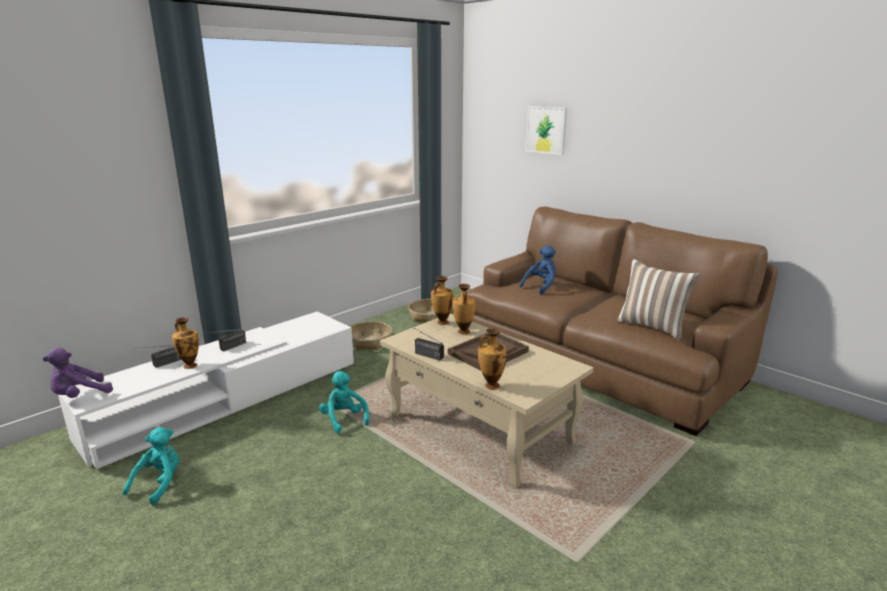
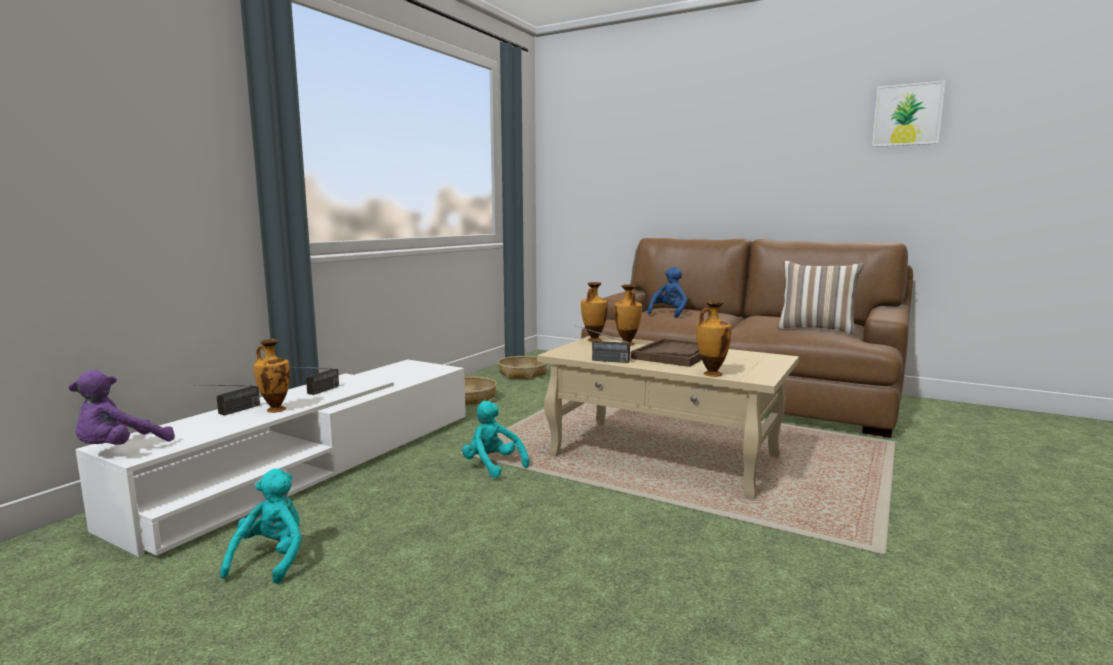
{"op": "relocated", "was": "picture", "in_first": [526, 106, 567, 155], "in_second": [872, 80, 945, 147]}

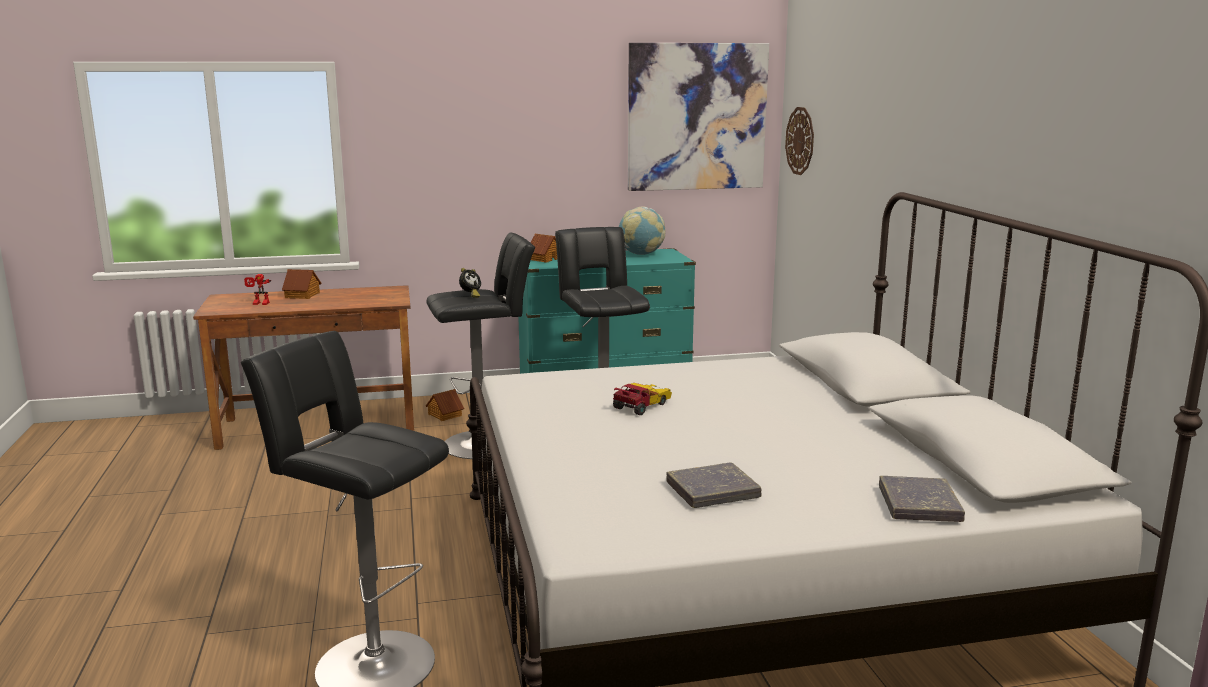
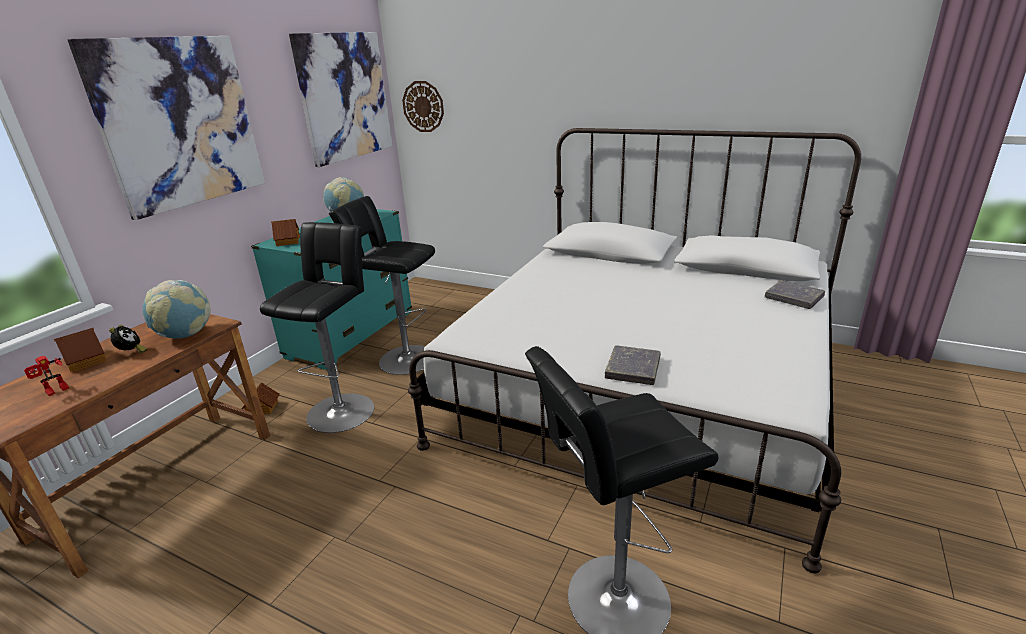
{"op": "relocated", "was": "bedside clock", "in_first": [459, 268, 481, 298], "in_second": [109, 325, 147, 354]}
{"op": "missing", "was": "model car", "in_first": [613, 383, 672, 415]}
{"op": "relocated", "was": "book (grey)", "in_first": [666, 463, 762, 508], "in_second": [605, 345, 661, 385]}
{"op": "appeared", "now": "picture", "in_second": [68, 36, 265, 220]}
{"op": "appeared", "now": "desk globe", "in_second": [143, 280, 211, 339]}

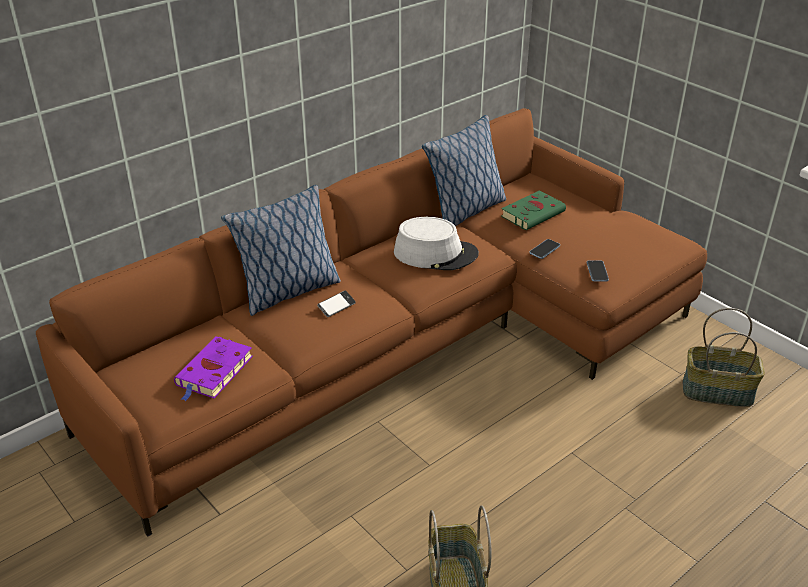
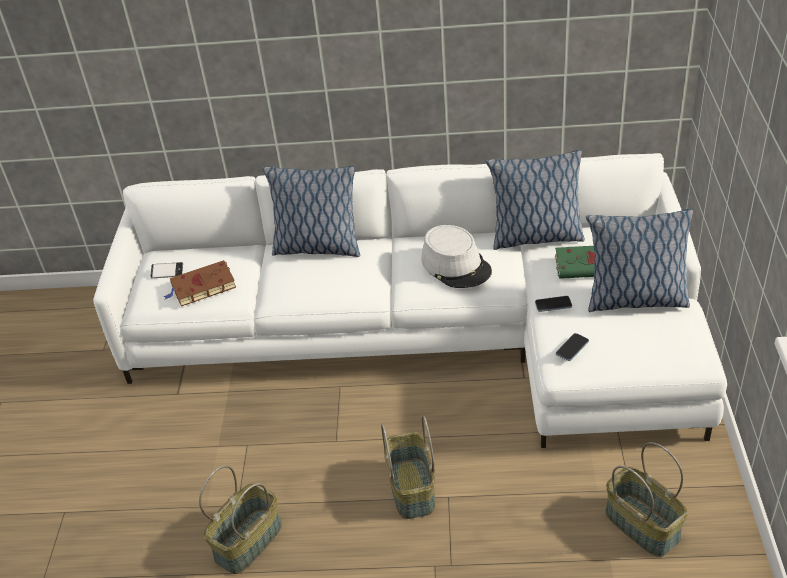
{"op": "colour", "was": "sofa (brown-coloured)", "now": "sofa (white)", "in_first": [36, 108, 707, 537], "in_second": [93, 153, 727, 448]}
{"op": "relocated", "was": "handset", "in_first": [317, 291, 356, 317], "in_second": [150, 262, 183, 278]}
{"op": "colour", "was": "book (purple-coloured)", "now": "book (brown-coloured)", "in_first": [174, 336, 253, 402], "in_second": [163, 260, 236, 306]}
{"op": "appeared", "now": "pillow", "in_second": [586, 209, 693, 312]}
{"op": "appeared", "now": "household basket", "in_second": [381, 416, 435, 519]}

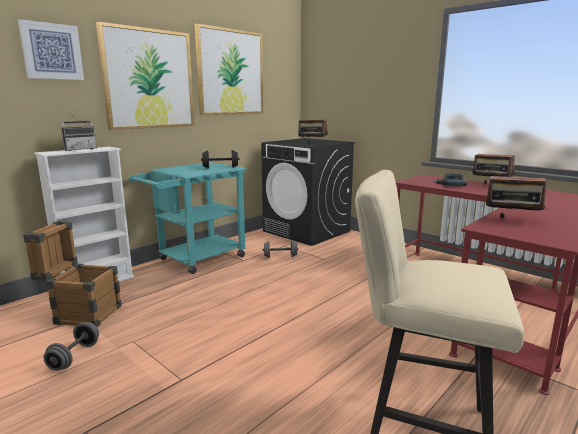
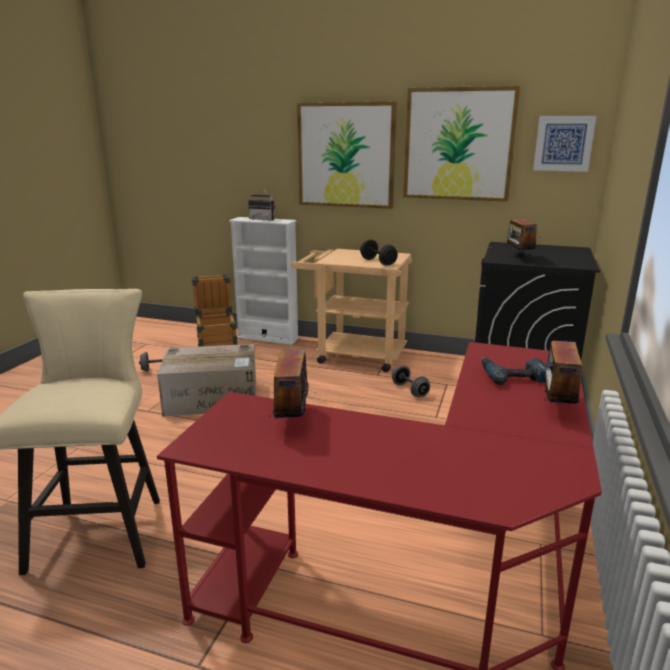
{"op": "relocated", "was": "picture", "in_first": [18, 19, 84, 80], "in_second": [533, 116, 597, 172]}
{"op": "colour", "was": "wheeled cart (blue-green)", "now": "wheeled cart (beige)", "in_first": [129, 162, 246, 274], "in_second": [291, 249, 412, 372]}
{"op": "appeared", "now": "packing box", "in_second": [157, 344, 256, 417]}

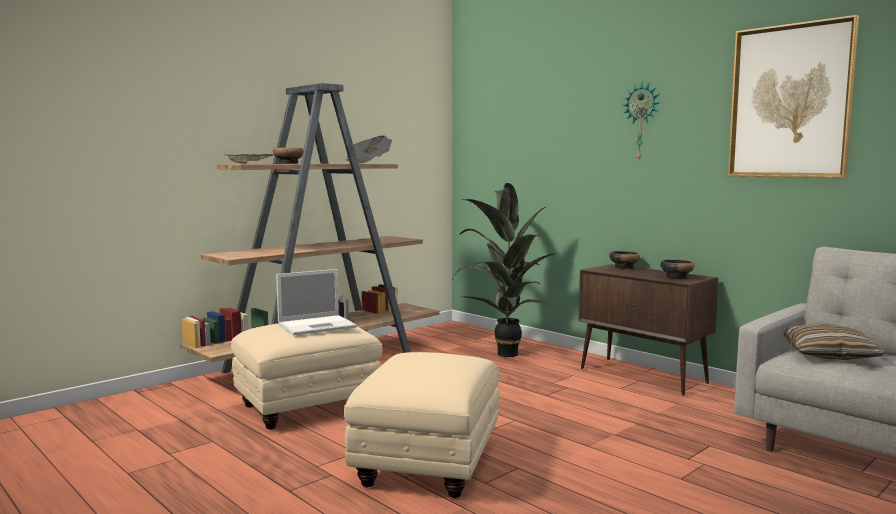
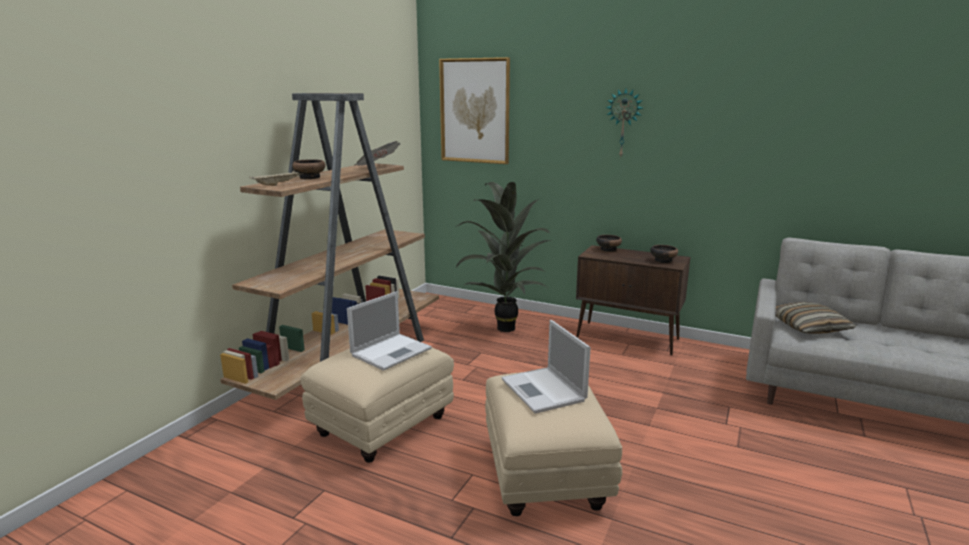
{"op": "relocated", "was": "picture", "in_first": [728, 15, 859, 178], "in_second": [439, 57, 510, 164]}
{"op": "appeared", "now": "portable computer", "in_second": [501, 320, 591, 414]}

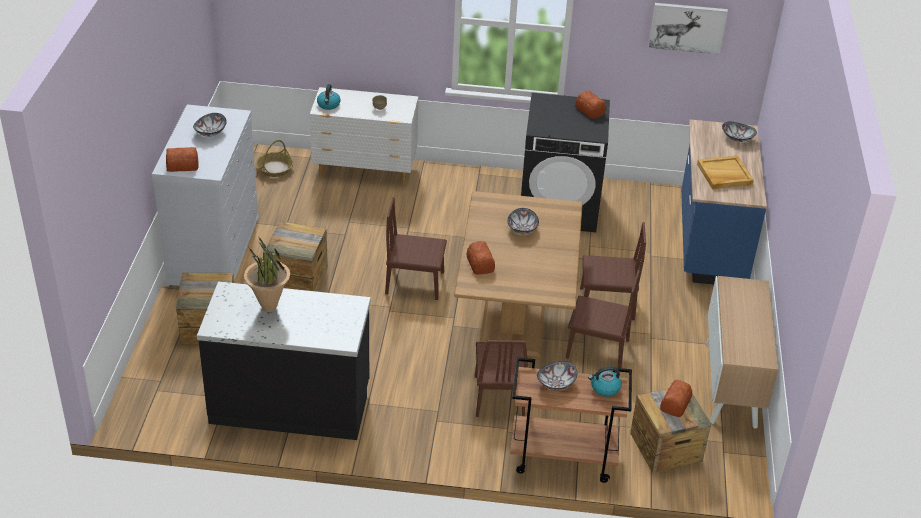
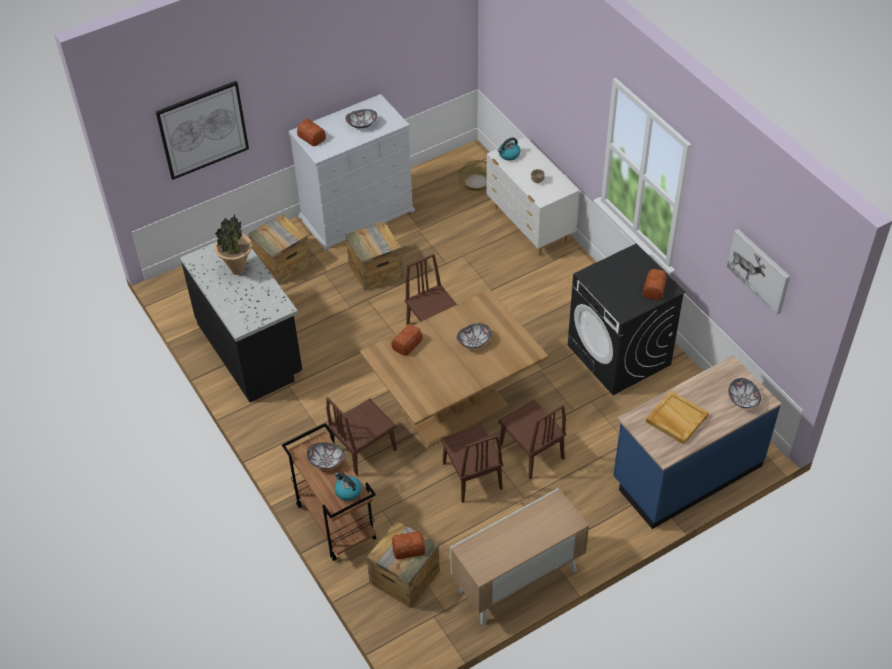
{"op": "appeared", "now": "picture", "in_second": [155, 81, 249, 180]}

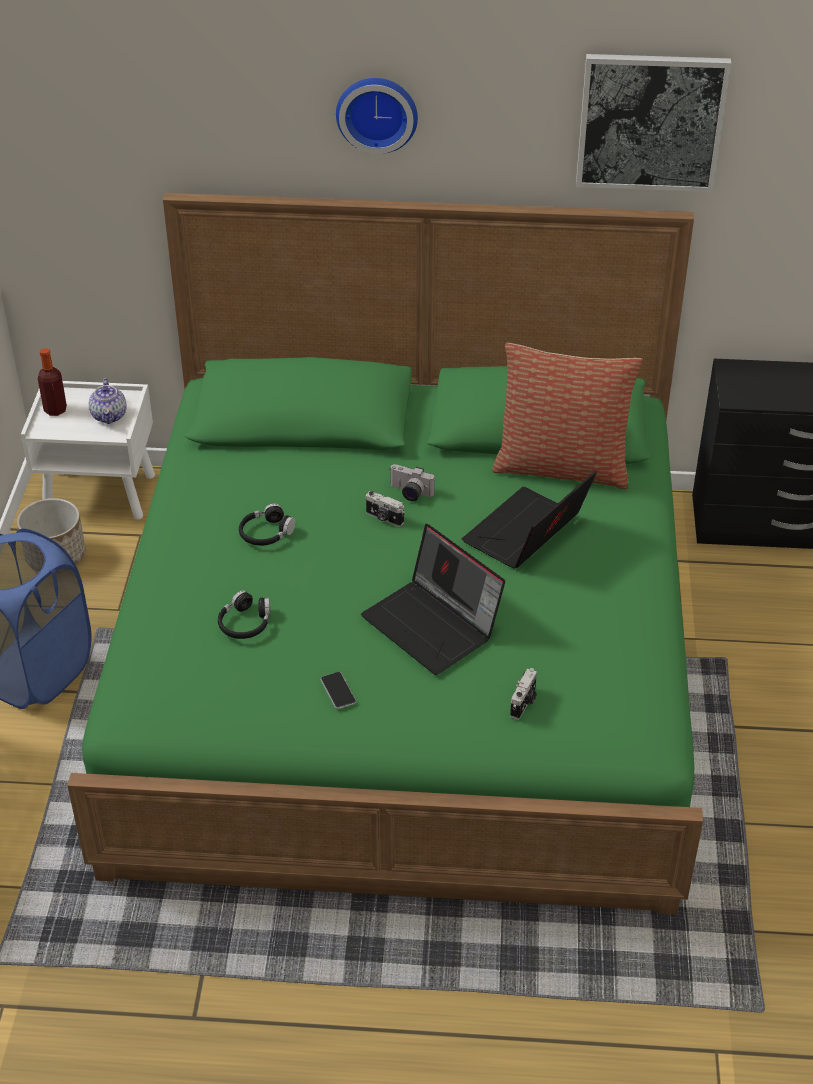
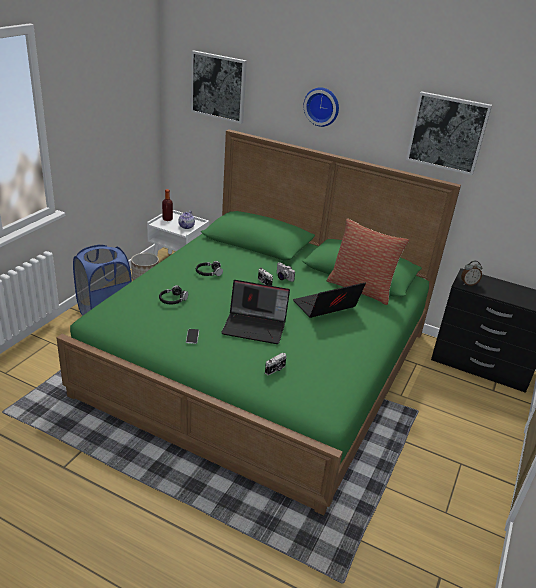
{"op": "spun", "was": "portable computer", "in_first": [361, 524, 505, 675], "in_second": [221, 280, 290, 344], "clockwise": -60}
{"op": "appeared", "now": "picture", "in_second": [191, 50, 247, 124]}
{"op": "appeared", "now": "bedside clock", "in_second": [461, 260, 482, 286]}

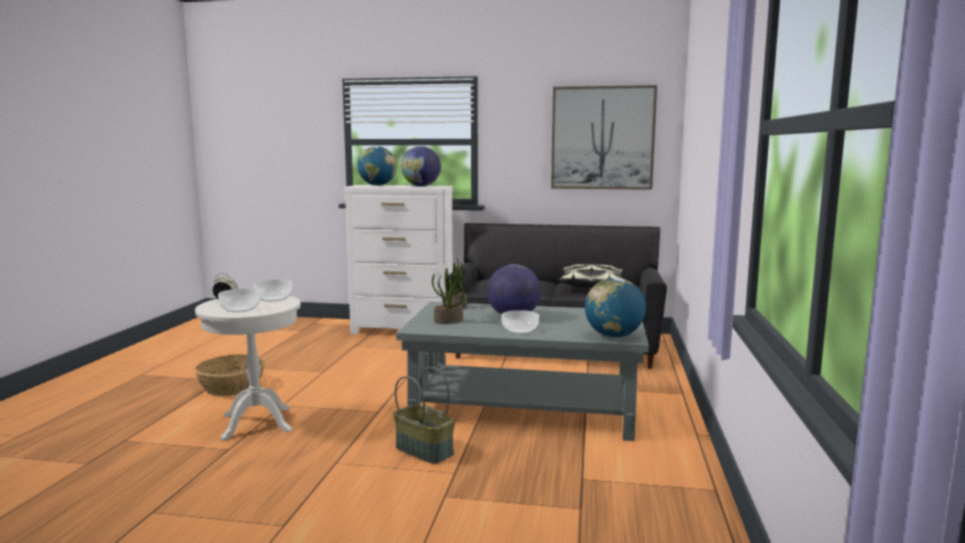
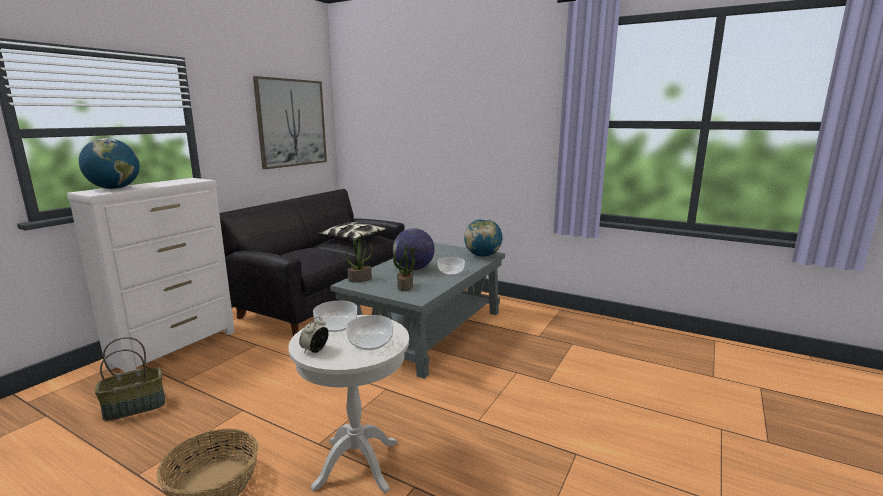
{"op": "missing", "was": "desk globe", "in_first": [401, 146, 441, 186]}
{"op": "relocated", "was": "household basket", "in_first": [393, 367, 455, 464], "in_second": [95, 337, 165, 421]}

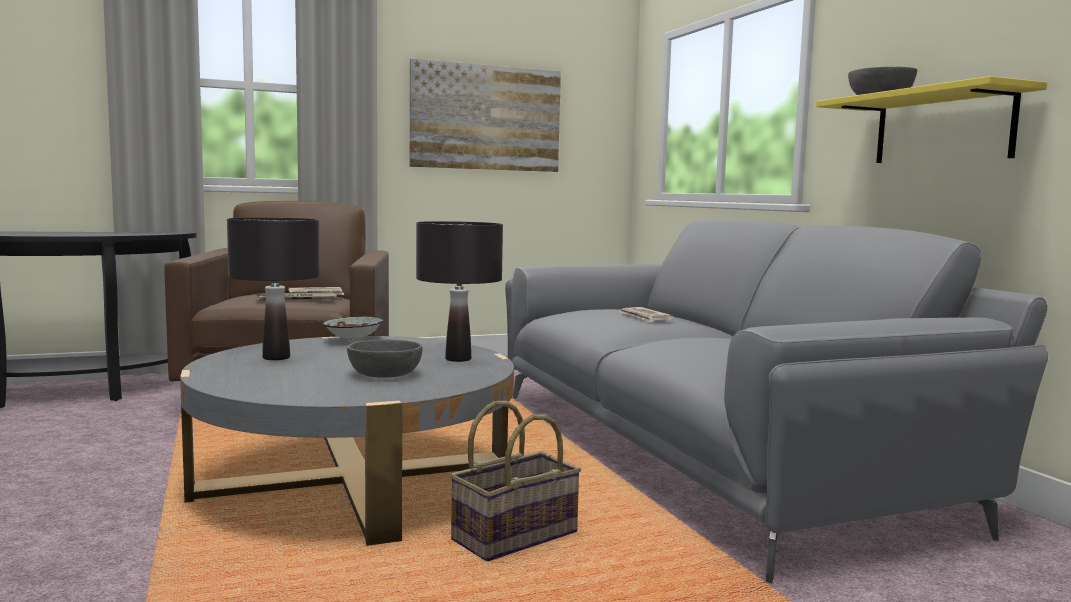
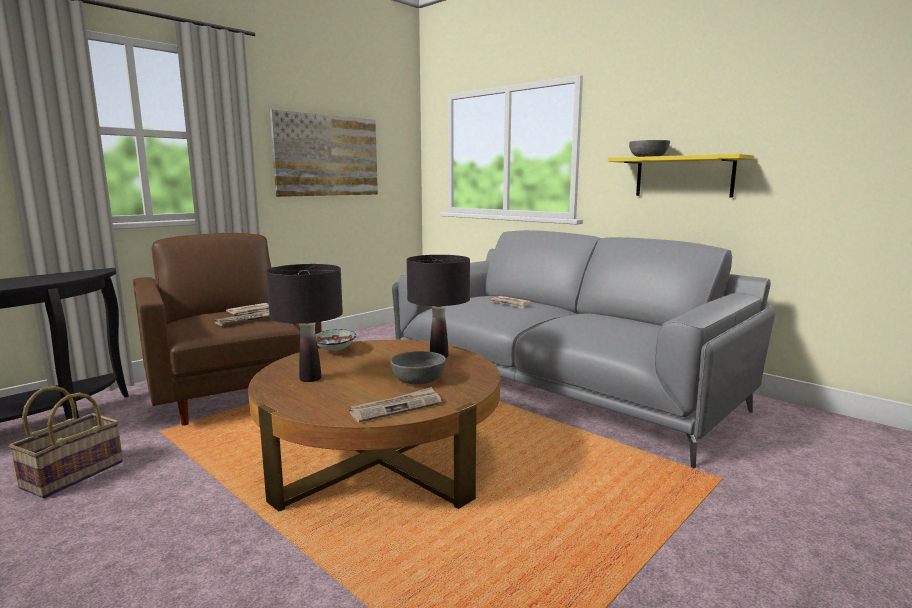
{"op": "colour", "was": "coffee table (grey)", "now": "coffee table (brown-coloured)", "in_first": [180, 336, 514, 546], "in_second": [248, 340, 500, 511]}
{"op": "relocated", "was": "household basket", "in_first": [450, 401, 581, 561], "in_second": [9, 386, 123, 498]}
{"op": "appeared", "now": "printed paper", "in_second": [349, 387, 442, 422]}

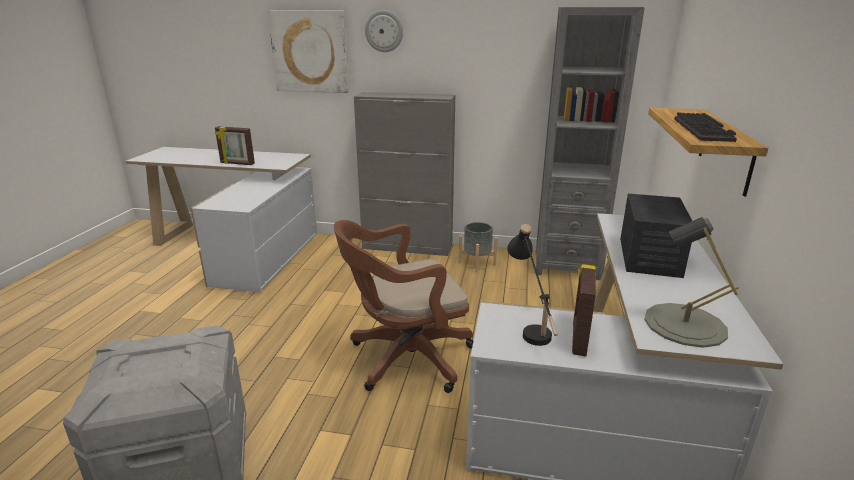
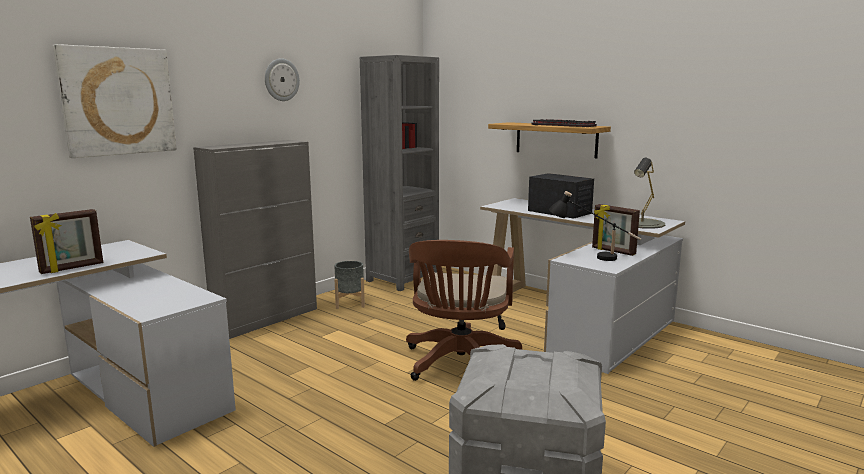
{"op": "relocated", "was": "hanging clock", "in_first": [365, 10, 403, 52], "in_second": [265, 58, 300, 101]}

